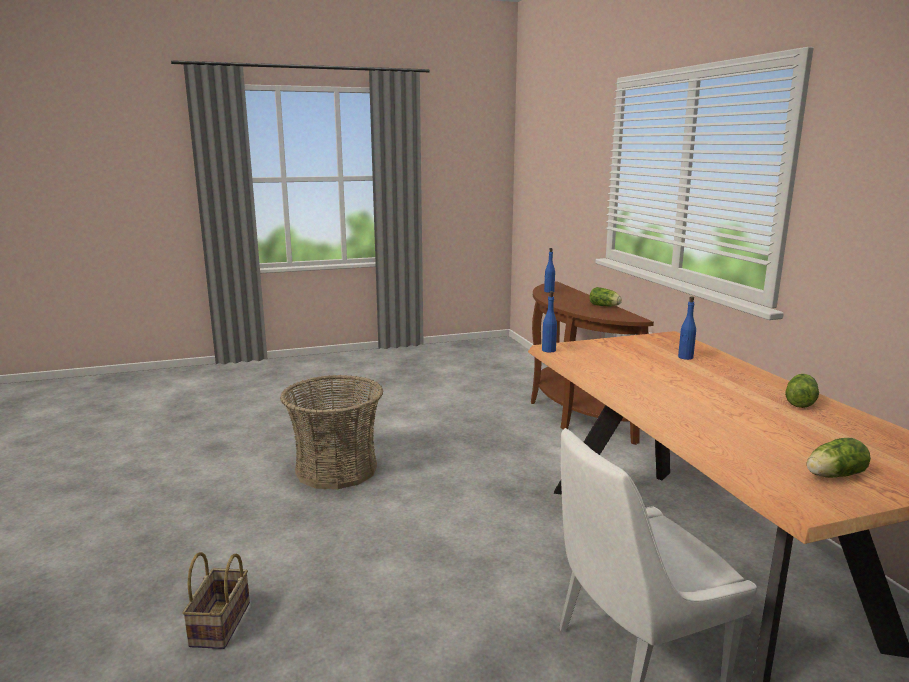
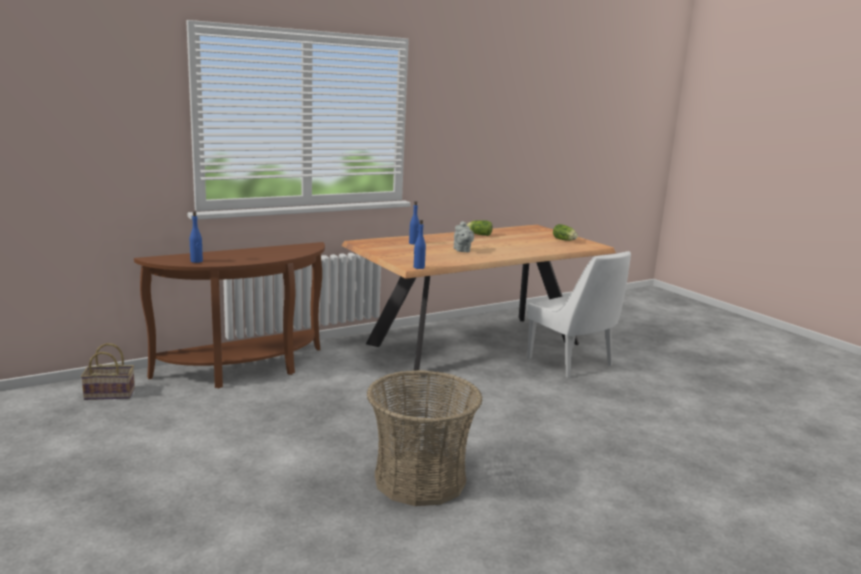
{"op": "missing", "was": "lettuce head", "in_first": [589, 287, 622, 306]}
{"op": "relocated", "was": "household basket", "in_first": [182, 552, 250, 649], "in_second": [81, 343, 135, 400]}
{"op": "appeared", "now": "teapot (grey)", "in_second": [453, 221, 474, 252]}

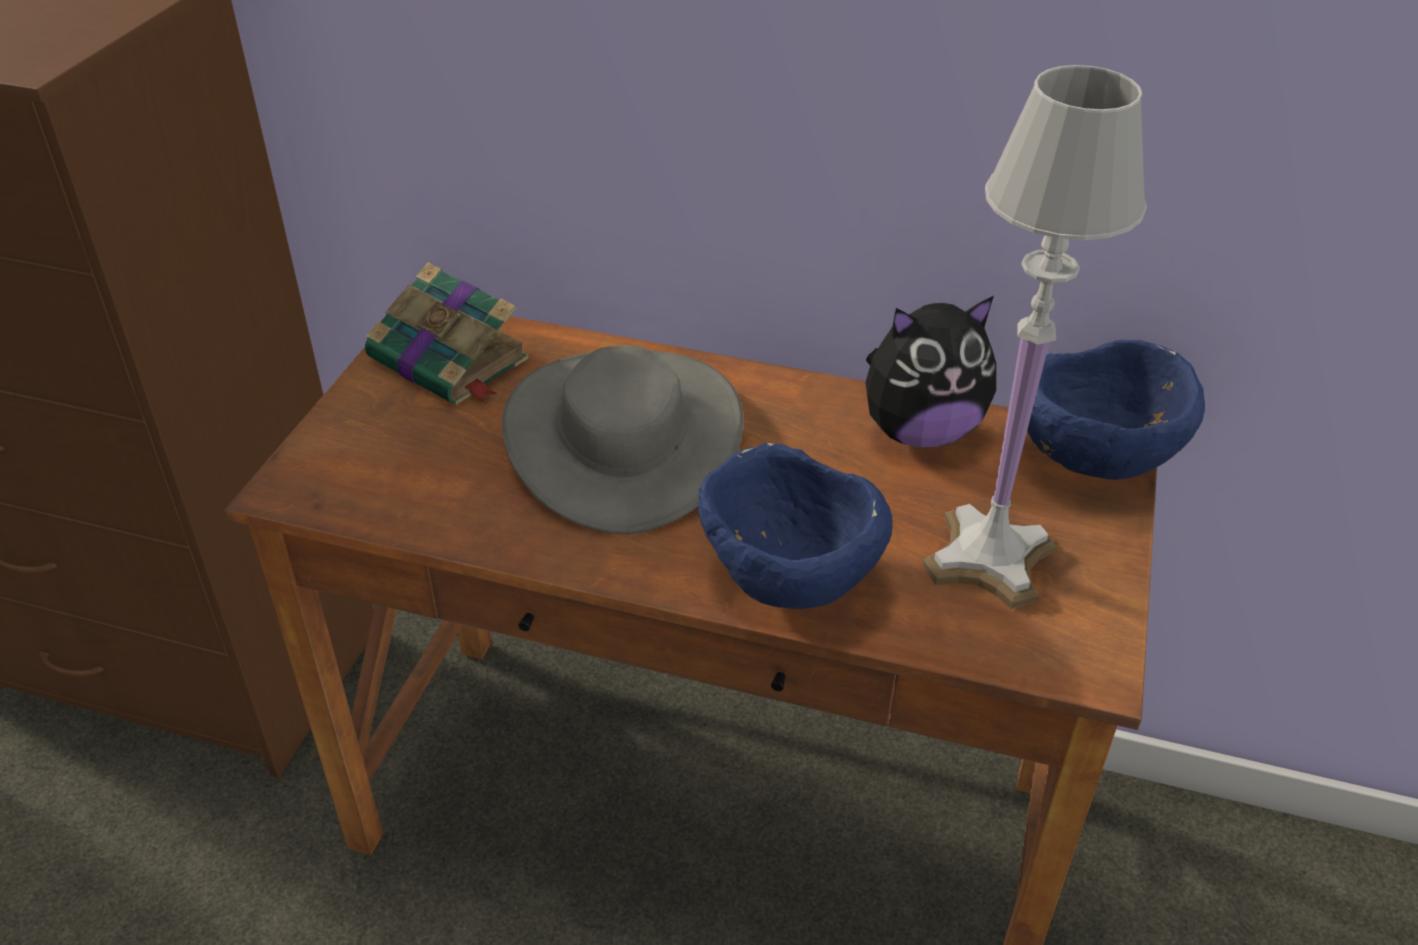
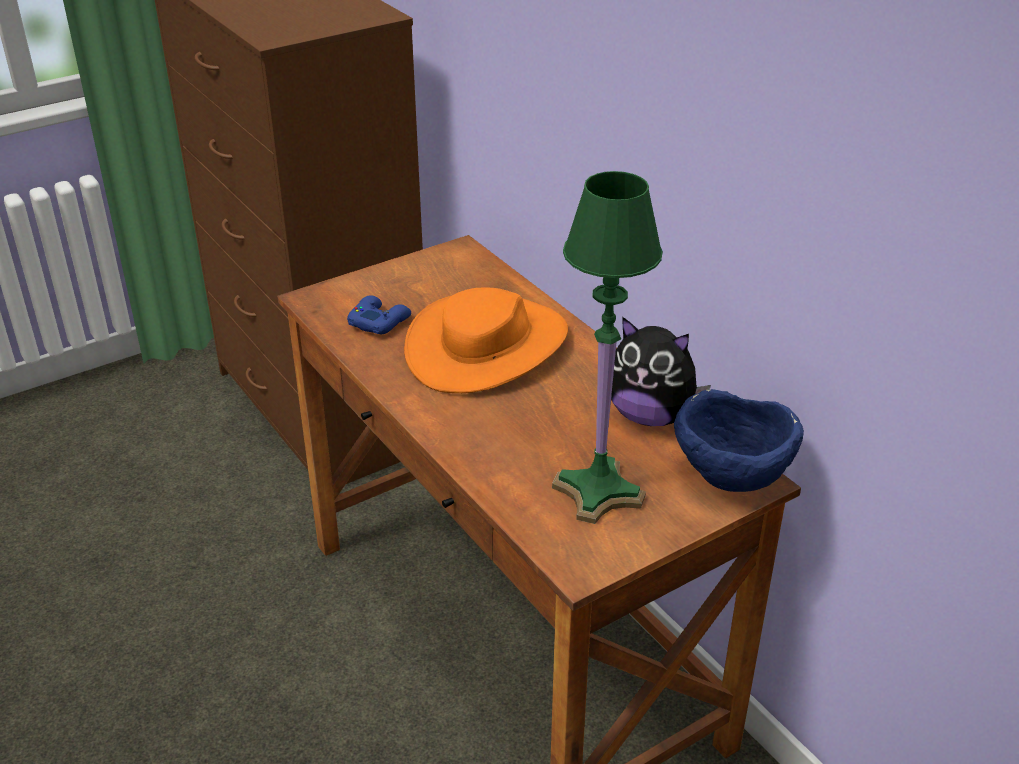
{"op": "colour", "was": "lamp for a table (white)", "now": "lamp for a table (greenish)", "in_first": [923, 65, 1147, 609], "in_second": [552, 171, 663, 524]}
{"op": "missing", "was": "book", "in_first": [365, 262, 529, 405]}
{"op": "colour", "was": "hat (grey)", "now": "hat (orangey)", "in_first": [502, 346, 744, 534], "in_second": [404, 287, 568, 393]}
{"op": "missing", "was": "deep dish (blue)", "in_first": [698, 443, 893, 609]}
{"op": "appeared", "now": "game controller (blue)", "in_second": [347, 295, 411, 334]}

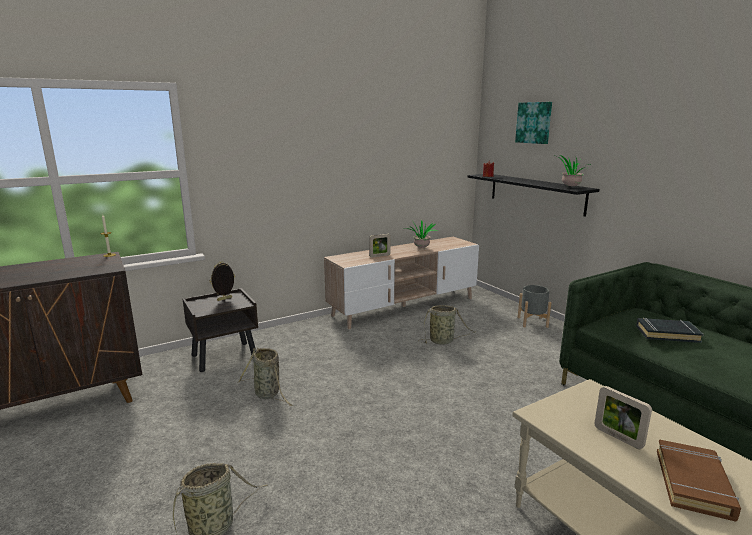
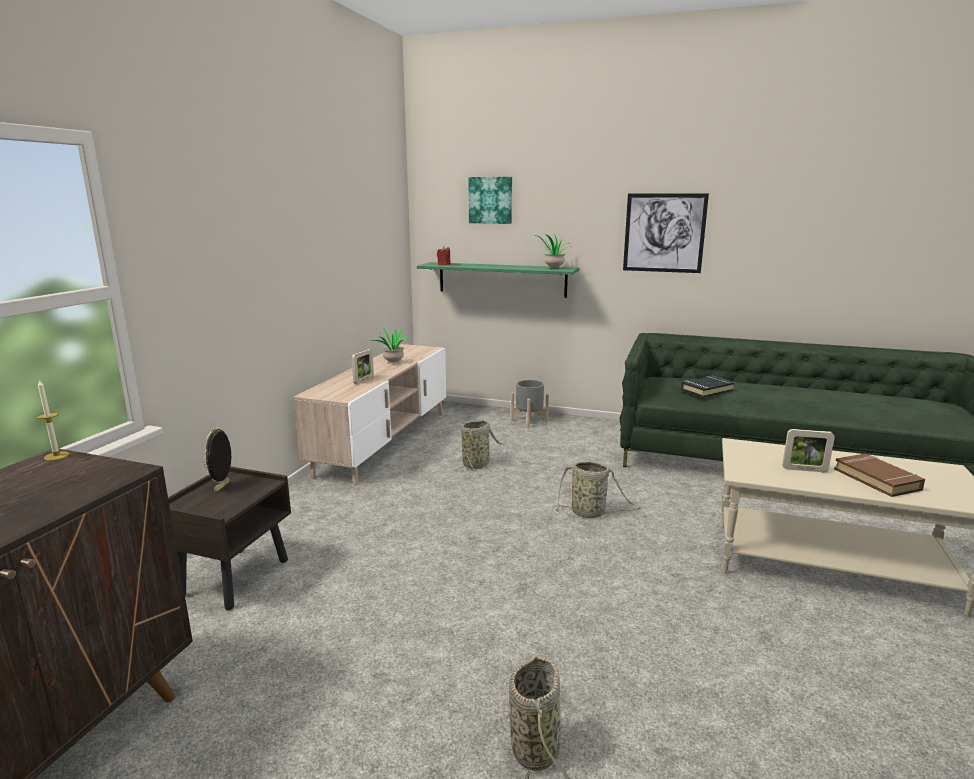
{"op": "colour", "was": "bracket shelf (black)", "now": "bracket shelf (greenish)", "in_first": [467, 174, 599, 217], "in_second": [417, 262, 579, 298]}
{"op": "relocated", "was": "household basket", "in_first": [238, 348, 294, 406], "in_second": [553, 461, 642, 518]}
{"op": "appeared", "now": "picture", "in_second": [623, 193, 709, 273]}

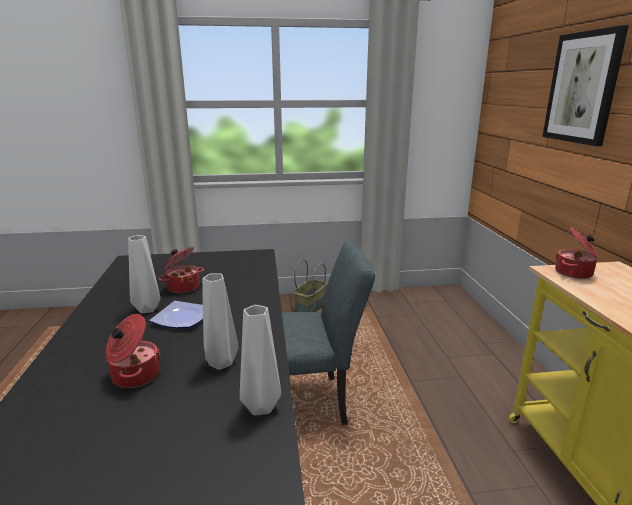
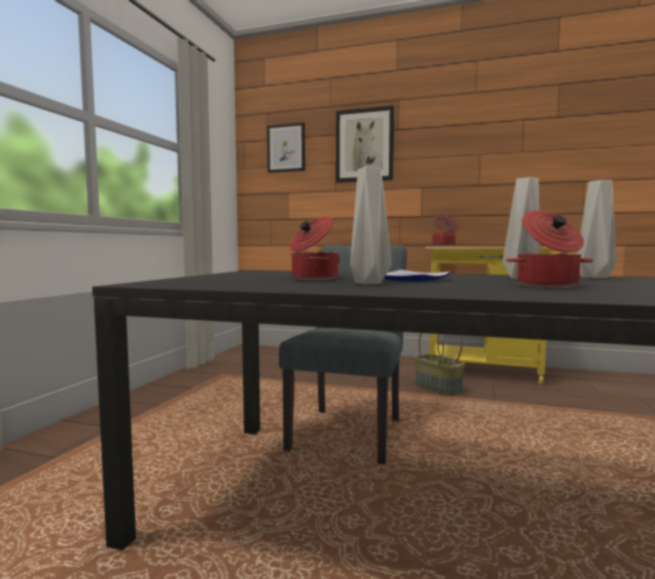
{"op": "relocated", "was": "household basket", "in_first": [294, 259, 327, 312], "in_second": [414, 333, 465, 396]}
{"op": "appeared", "now": "picture", "in_second": [267, 123, 305, 173]}

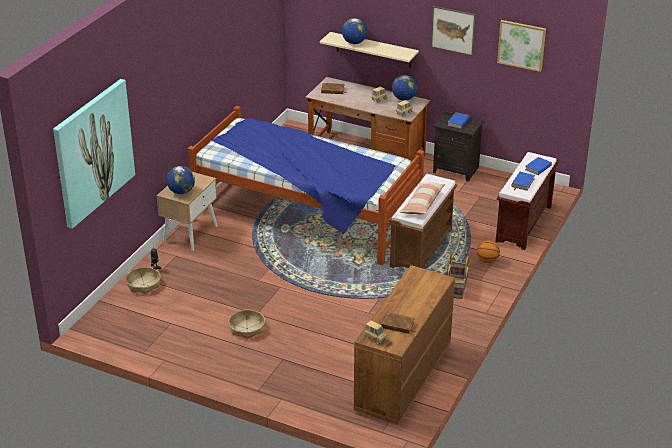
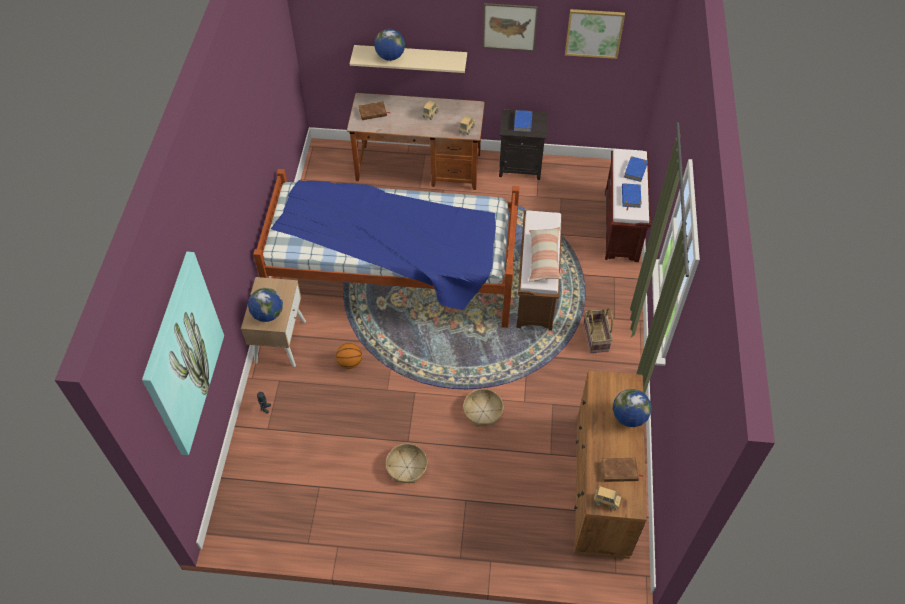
{"op": "relocated", "was": "desk globe", "in_first": [392, 75, 417, 101], "in_second": [613, 389, 652, 427]}
{"op": "relocated", "was": "ball for basketball", "in_first": [477, 241, 500, 263], "in_second": [336, 343, 362, 369]}
{"op": "relocated", "was": "household basket", "in_first": [126, 267, 161, 294], "in_second": [463, 389, 504, 426]}

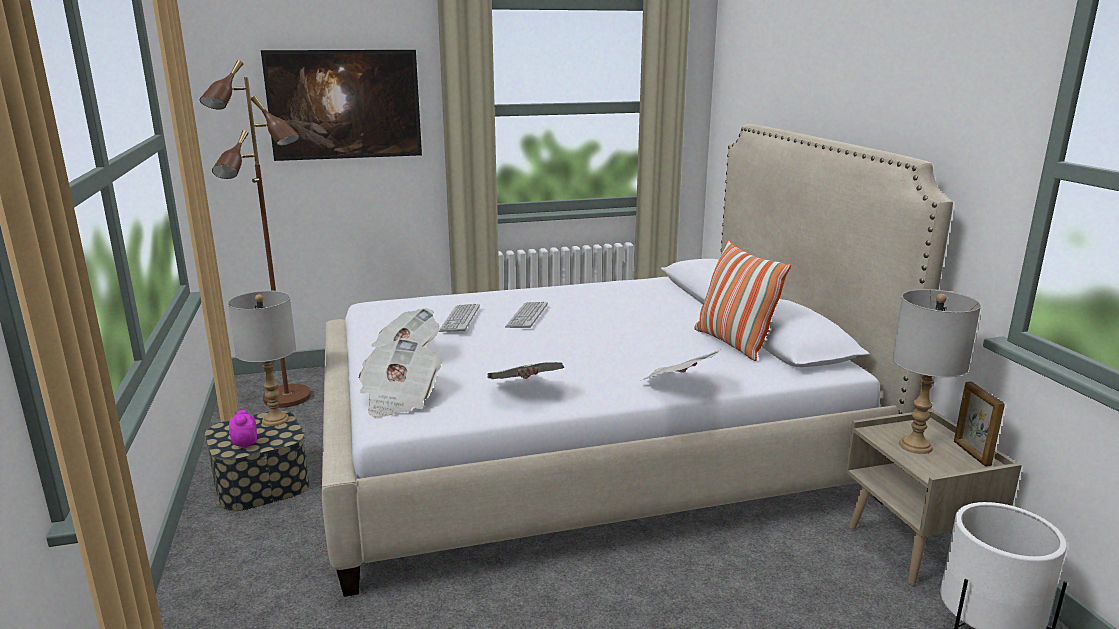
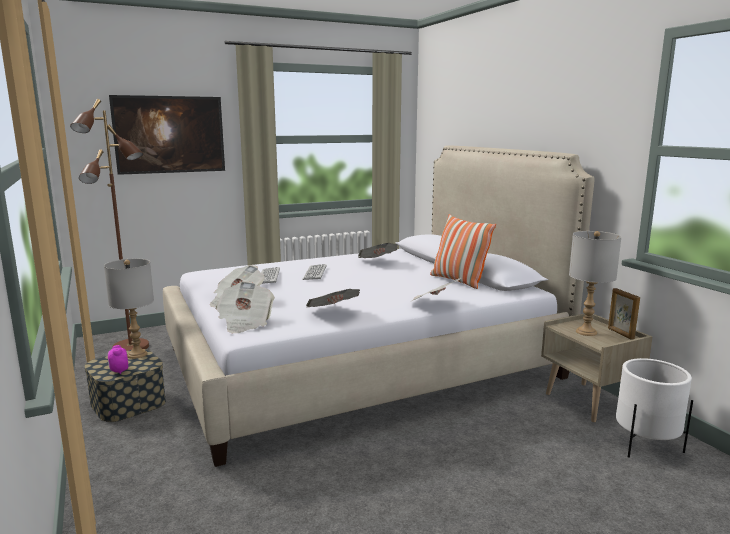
{"op": "appeared", "now": "printed paper", "in_second": [358, 243, 397, 258]}

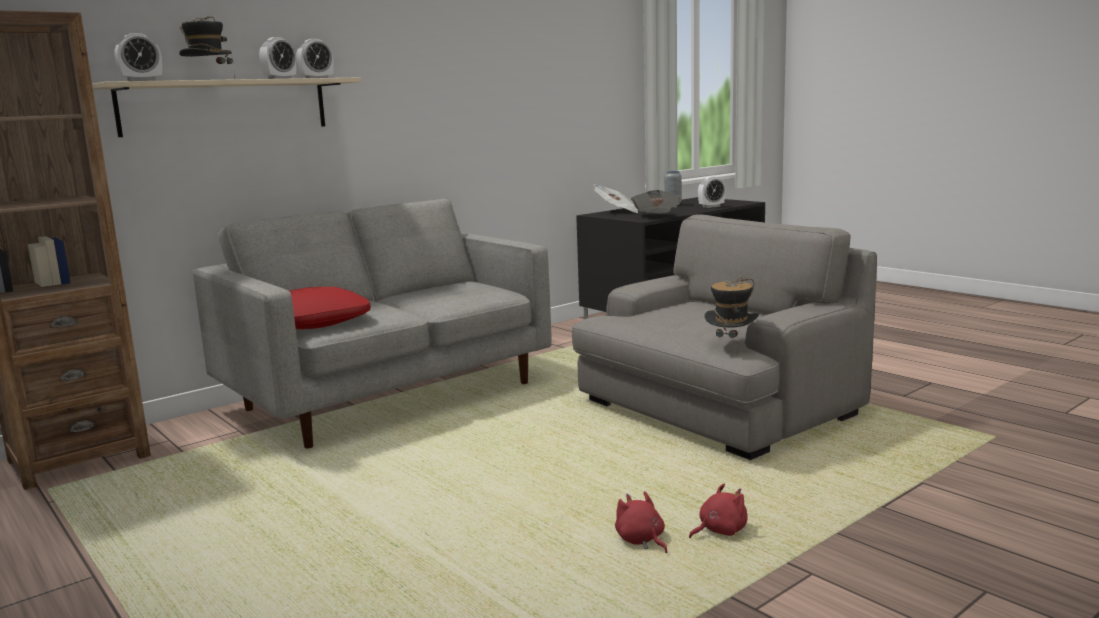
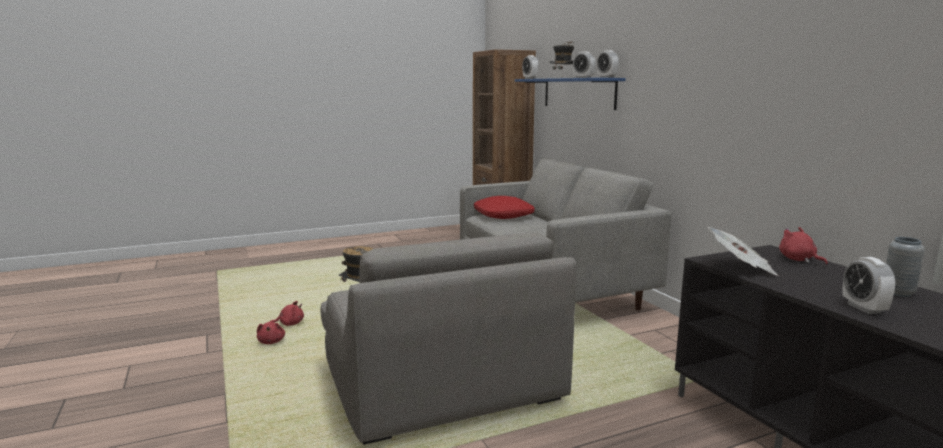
{"op": "colour", "was": "bracket shelf (beige)", "now": "bracket shelf (blue)", "in_first": [92, 77, 361, 137], "in_second": [515, 78, 626, 110]}
{"op": "exchanged", "was": "printed paper", "now": "soft toy (reddish)", "in_first": [593, 184, 638, 213], "in_second": [779, 227, 828, 265]}

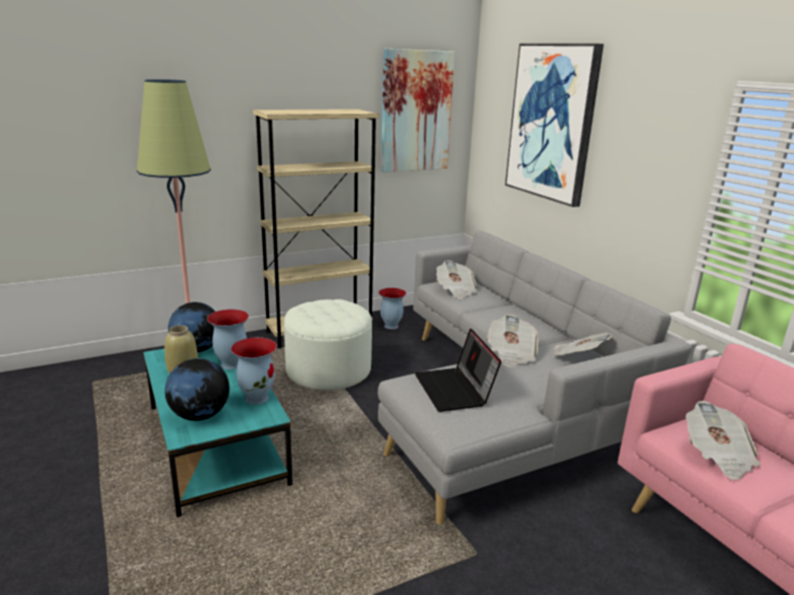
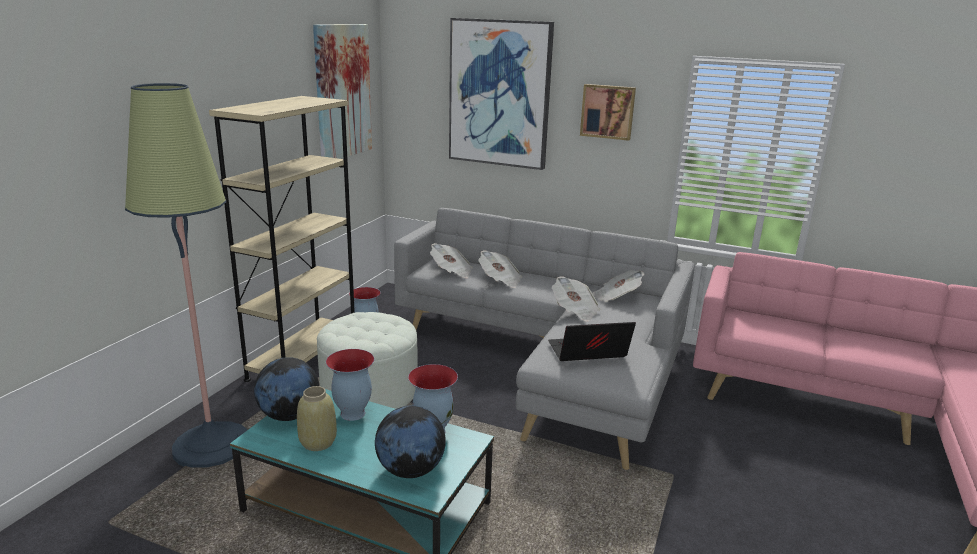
{"op": "spun", "was": "portable computer", "in_first": [415, 328, 501, 412], "in_second": [548, 322, 636, 361], "clockwise": 135}
{"op": "relocated", "was": "printed paper", "in_first": [686, 401, 760, 480], "in_second": [478, 250, 522, 288]}
{"op": "appeared", "now": "picture", "in_second": [580, 84, 636, 141]}

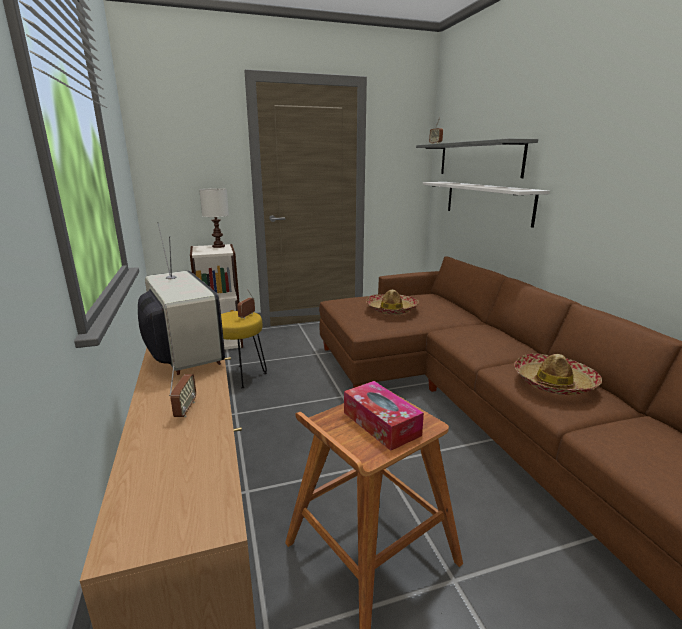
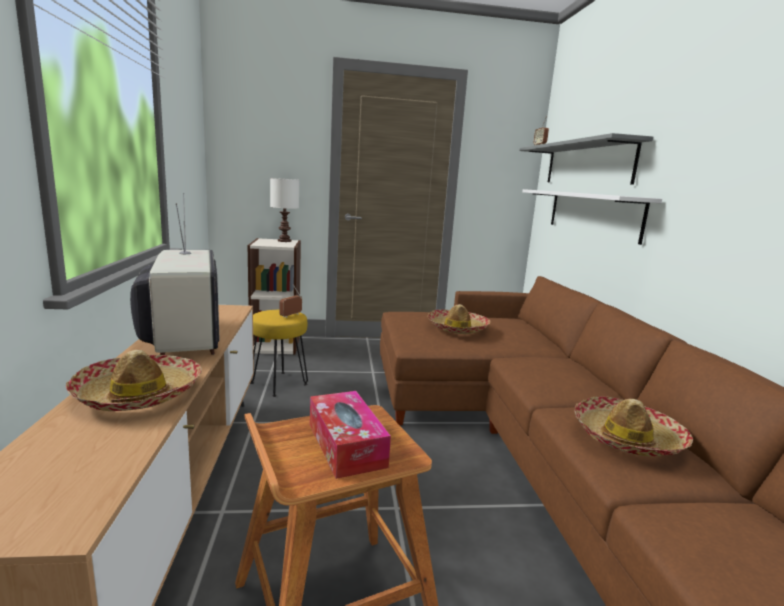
{"op": "exchanged", "was": "radio receiver", "now": "hat", "in_first": [169, 362, 196, 417], "in_second": [66, 350, 202, 411]}

